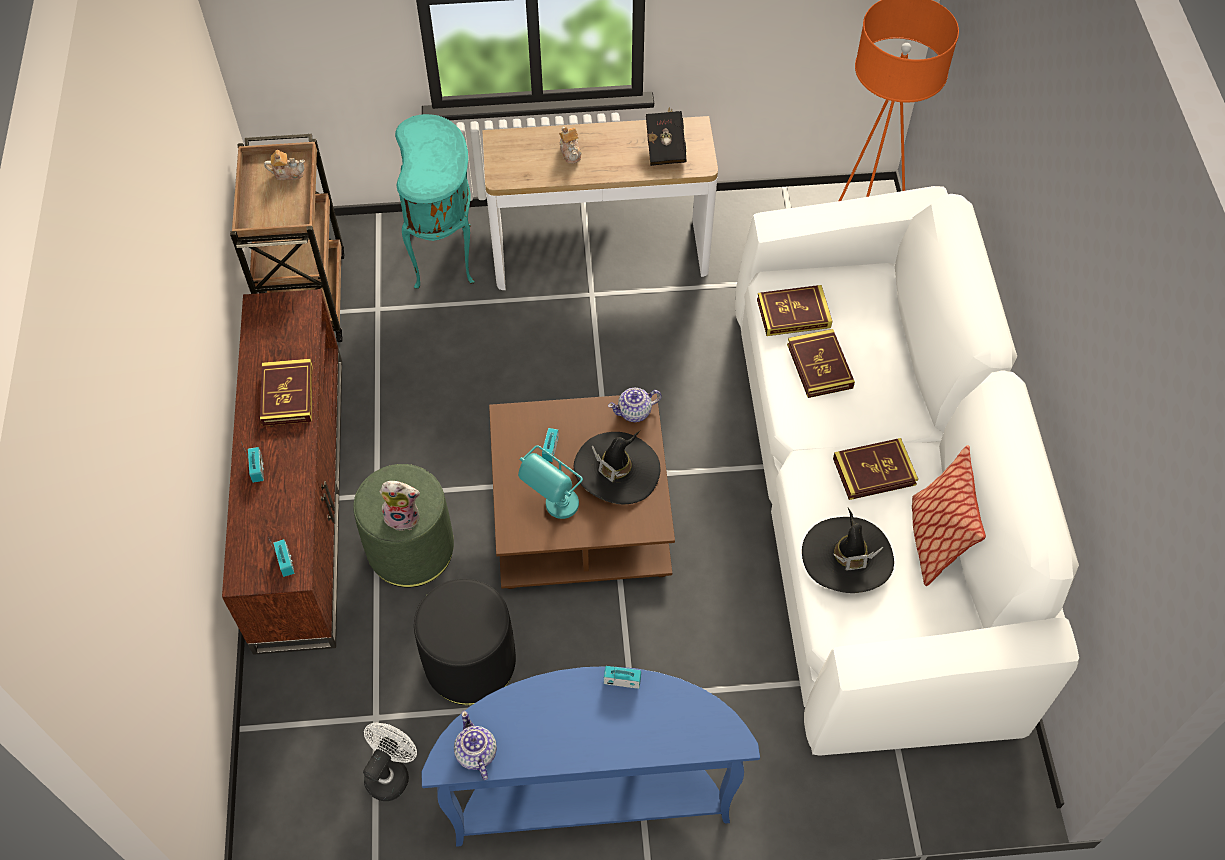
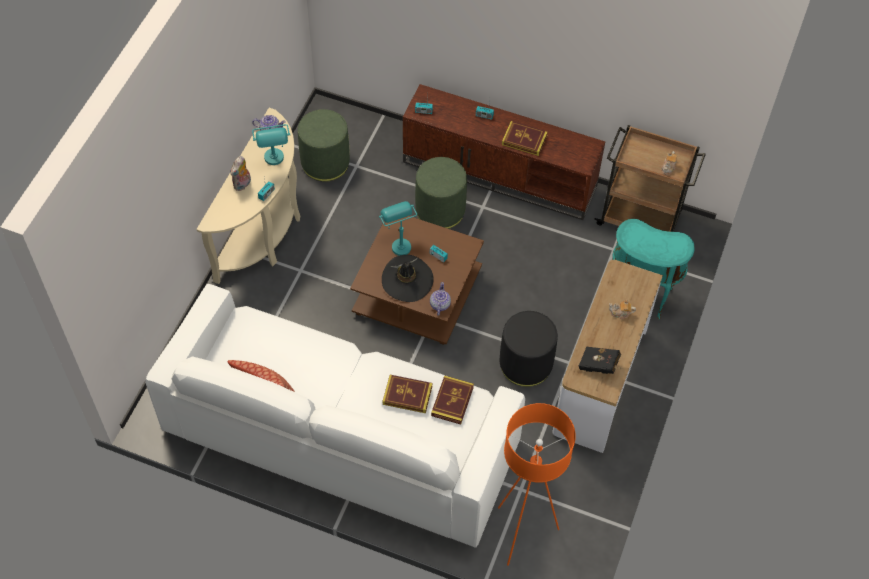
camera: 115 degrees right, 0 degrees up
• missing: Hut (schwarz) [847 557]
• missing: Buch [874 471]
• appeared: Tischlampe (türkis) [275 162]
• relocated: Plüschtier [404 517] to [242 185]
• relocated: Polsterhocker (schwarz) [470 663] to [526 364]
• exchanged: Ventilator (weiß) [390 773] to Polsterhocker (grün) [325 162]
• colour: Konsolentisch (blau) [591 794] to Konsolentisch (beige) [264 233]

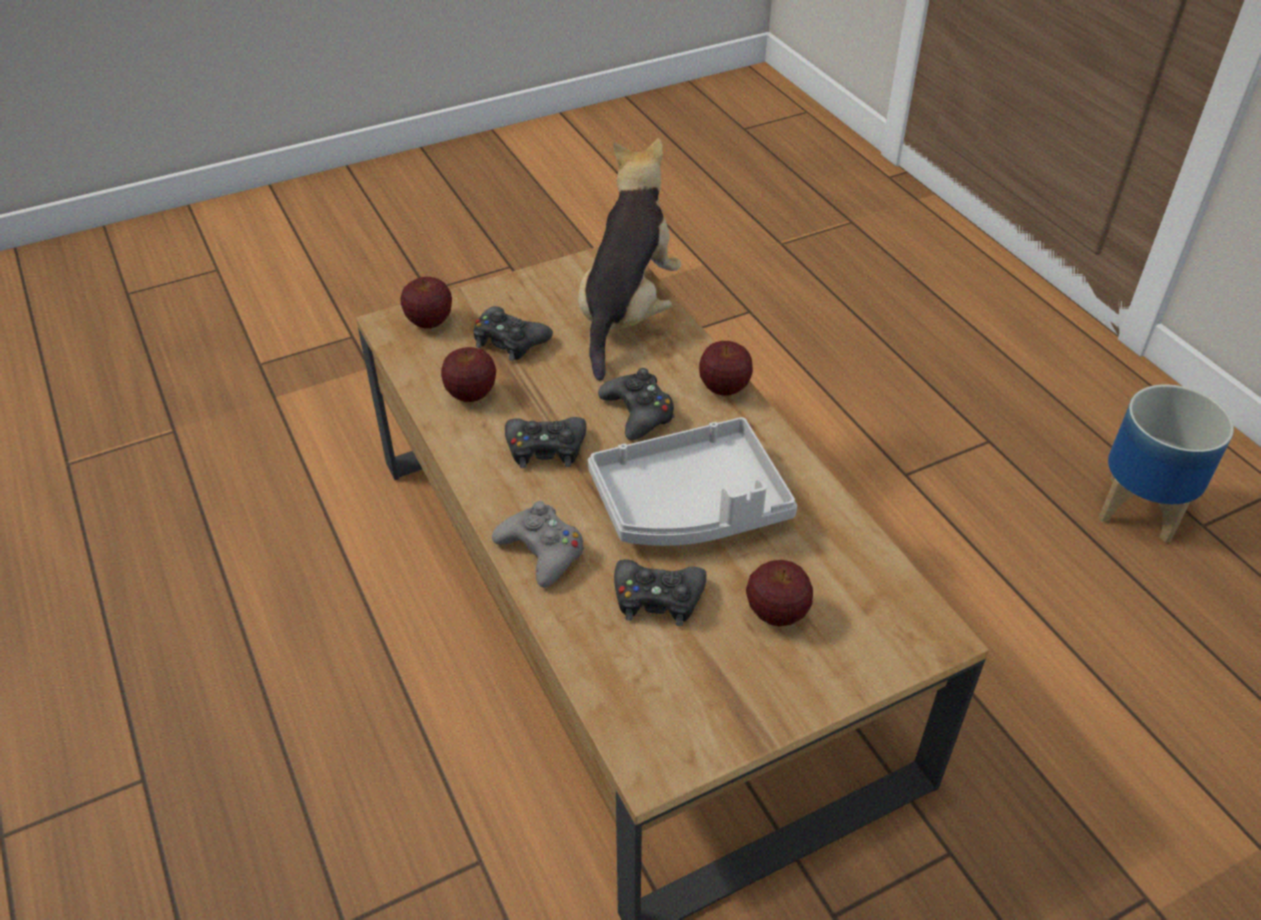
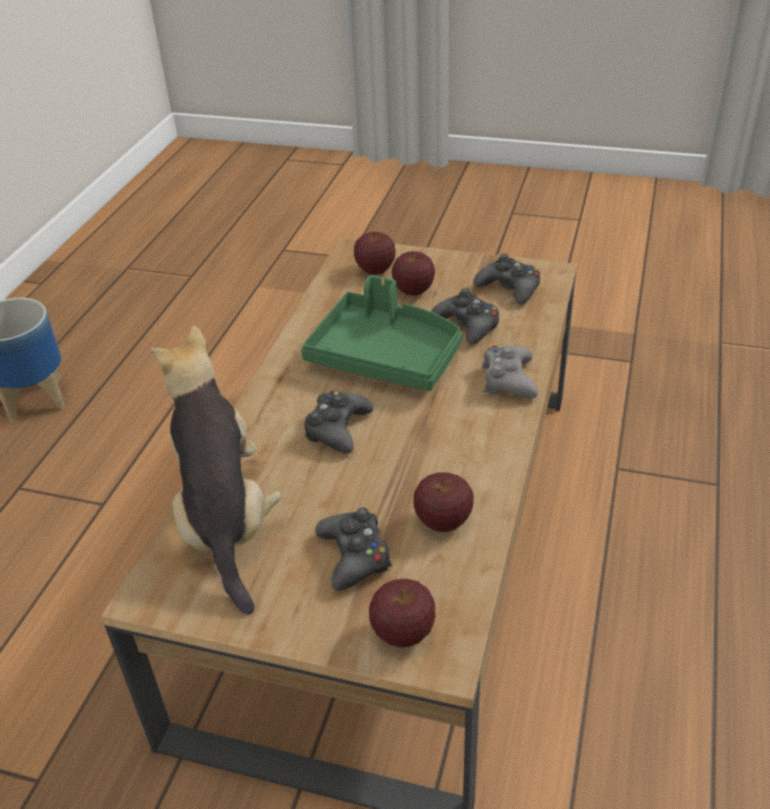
camera: 135 degrees left, 5 degrees down
• relocated: Gamepad (schwarz) [546 448] to [509 288]
• relocated: Apfel [724 387] to [375 270]
• colour: Tablett (grau) [691 505] to Tablett (grün) [386 356]
• spun: Plüschtier [627 312] = [225 520] 105 degrees clockwise

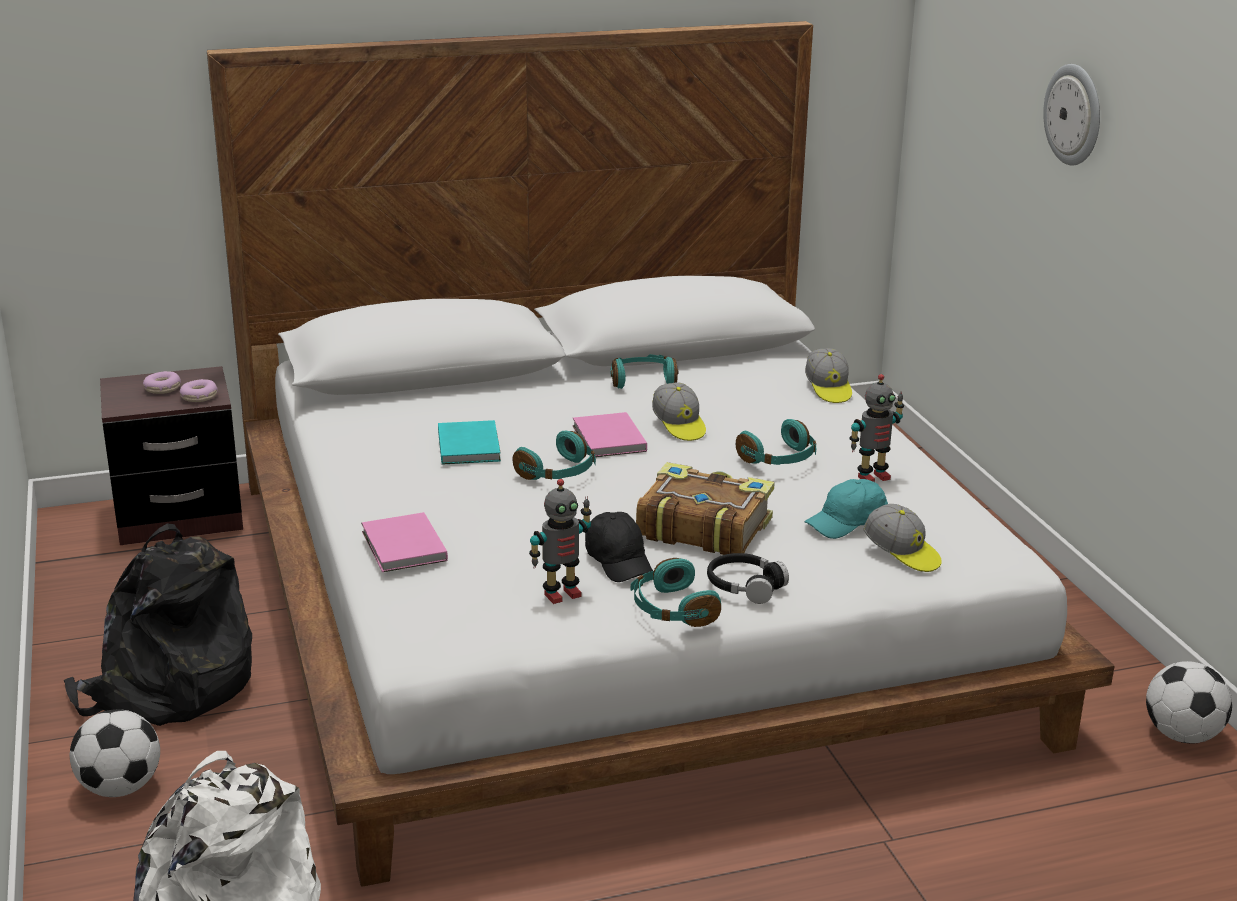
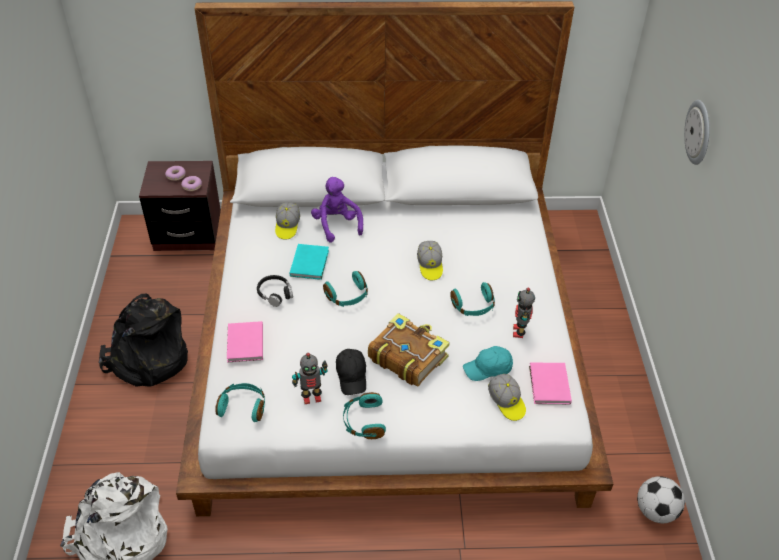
camera: 15 degrees right, 20 degrees up
• missing: Fußball [121 787]
• appeared: Plüschtier (lila) [336 225]
• relocated: Buch (rosa) [608 440] to [548 386]
• relocated: Kopfhörer (türkis) [642 380] to [243 406]
• relocated: Kopfhörer (schwarz) [745 586] to [275 293]
• relocated: Kappe [828 389] to [287 226]
• spun: Spielzeugroboter [872 477] = [519 332] 105 degrees clockwise

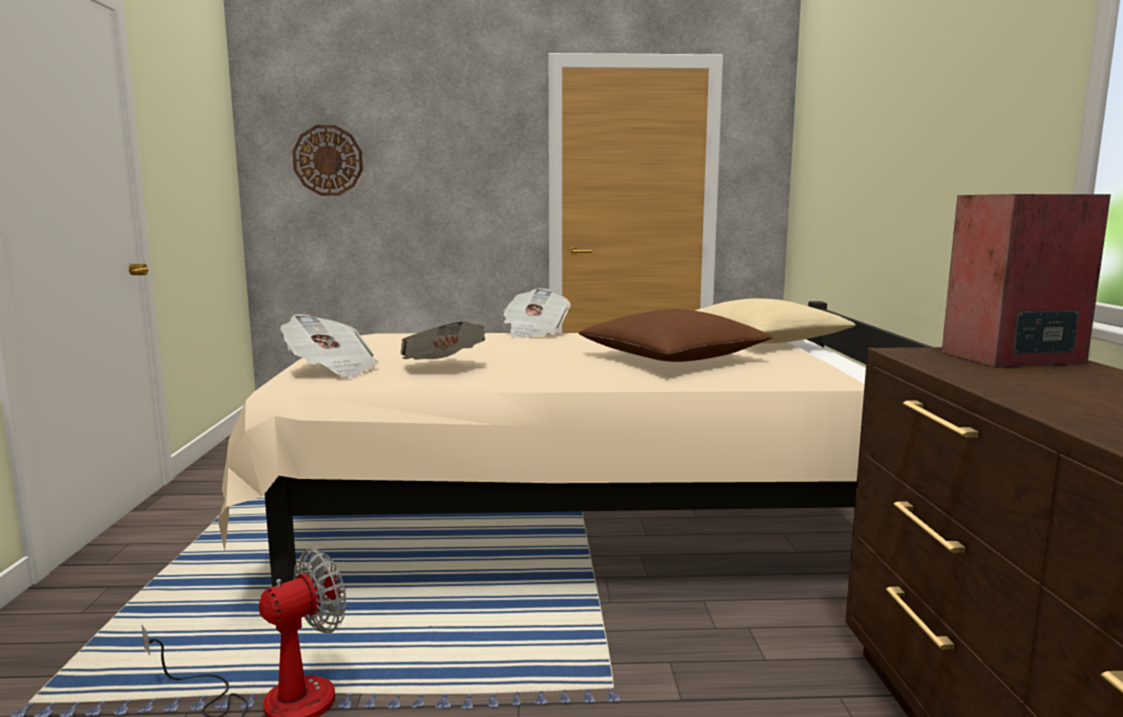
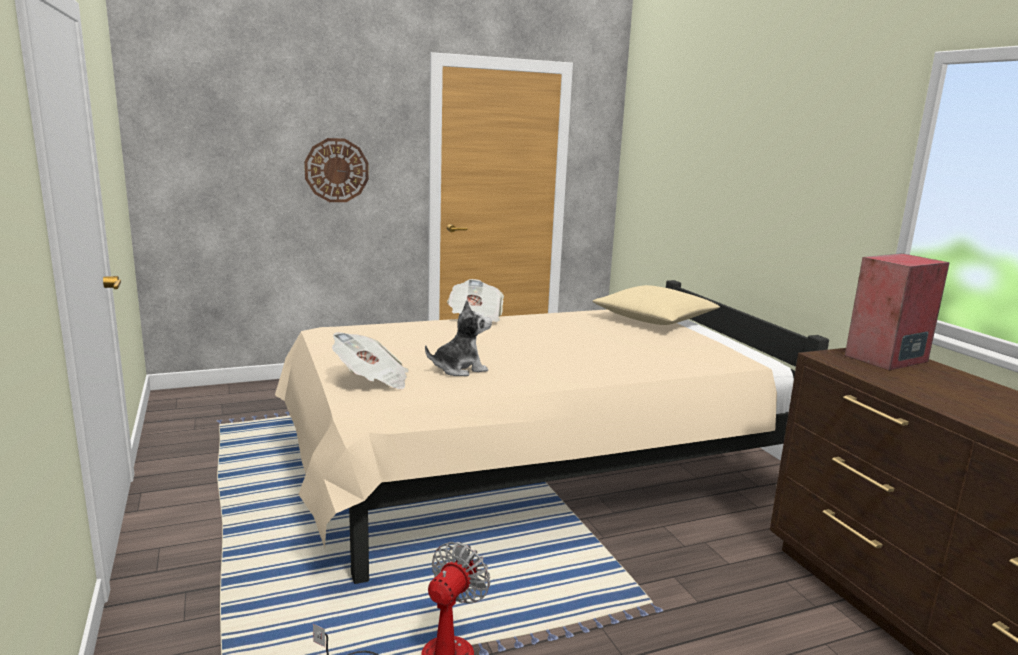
camera: 20 degrees left, 5 degrees up
• missing: Kissen (braun) [672 358]
• relocated: Wanduhr [328 160] to [336 170]
• exchanged: Zeitung [443 367] to Plüschtier [459 369]

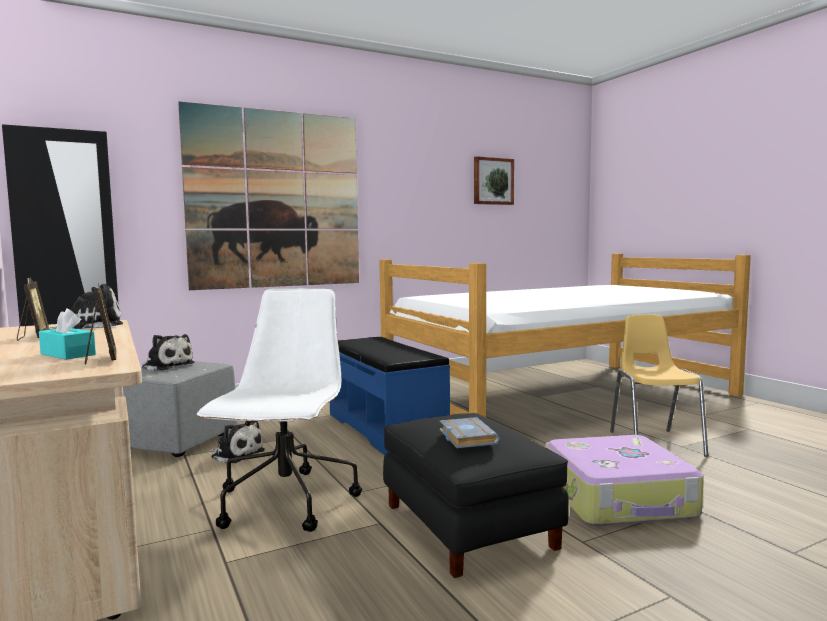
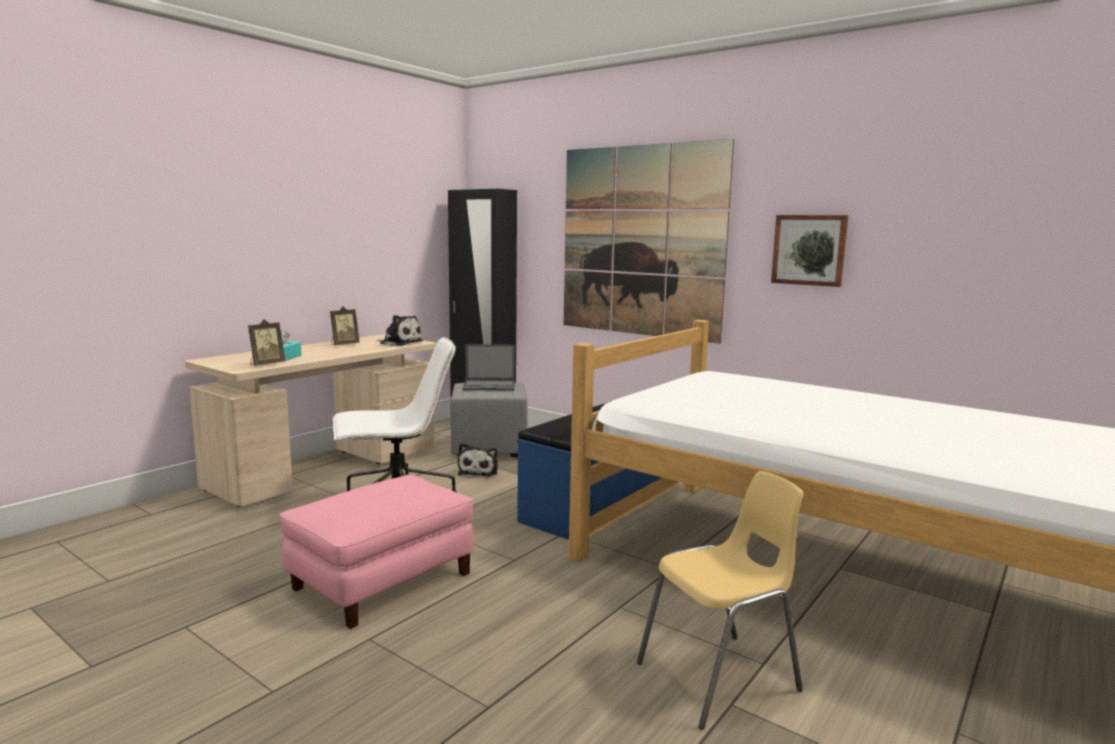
camera: 65 degrees right, 5 degrees up
• missing: Buch (grau) [465 437]
• missing: Koffer [619 498]
• relocated: Bild [493 181] to [809 250]
• exchanged: Plüschtier [166 366] to Laptop [490 386]
• colour: Polsterhocker (schwarz) [466 526] to Polsterhocker (rosa) [382 580]

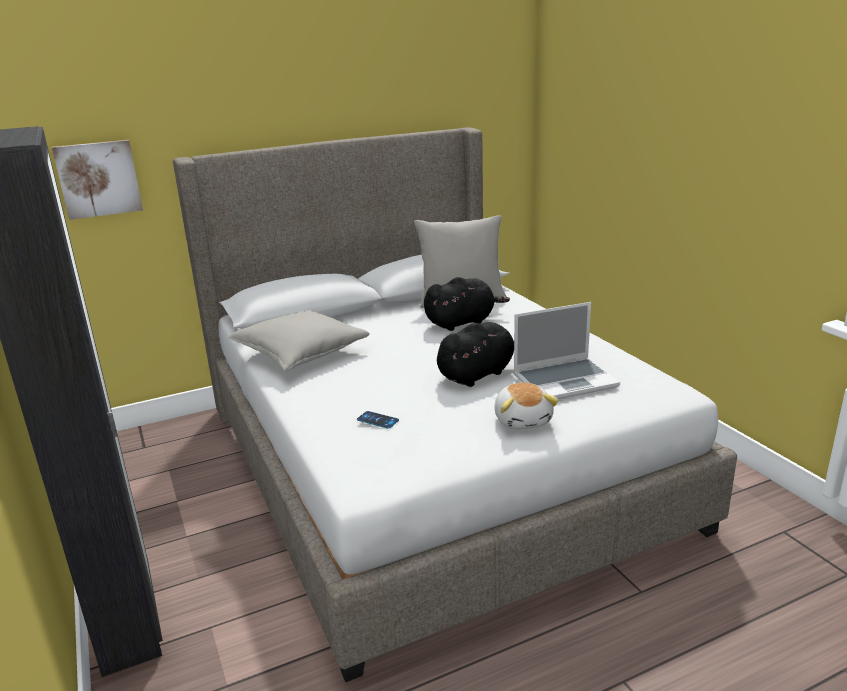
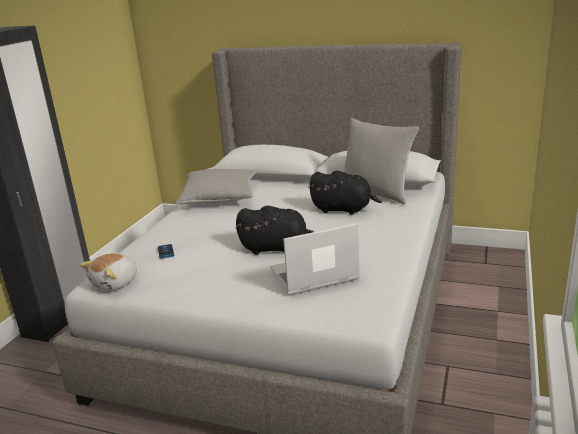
camera: 45 degrees right, 0 degrees up
• missing: Bild [98 179]
• relocated: Plüschtier [523 420] to [116 283]
• spun: Laptop [565 380] = [313 276] 135 degrees clockwise

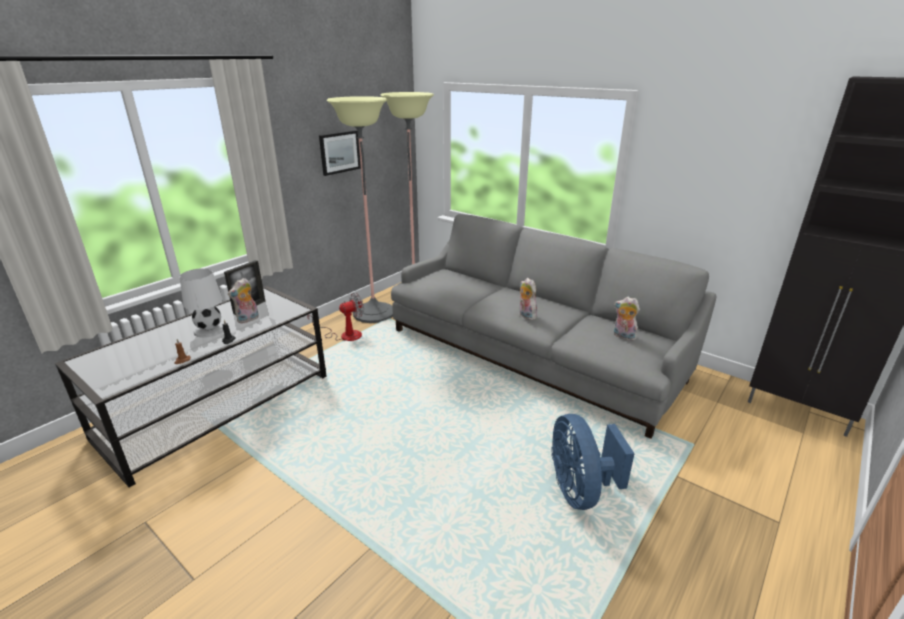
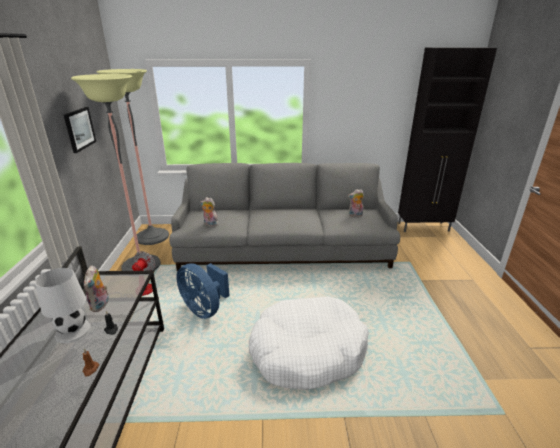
camera: 40 degrees left, 0 degrees up
• appeared: Hundebett (weiß) [307 351]
• relocated: Plüschtier [525 316] to [210 224]
• relocated: Ventilator (blau) [580 490] to [204 309]

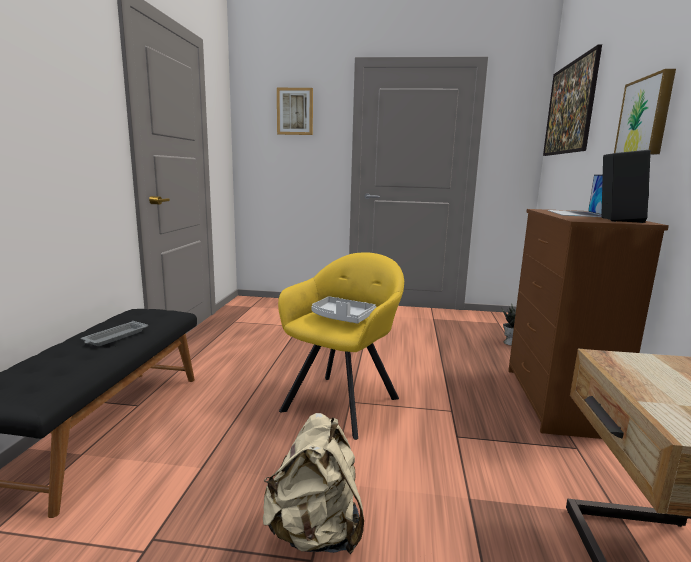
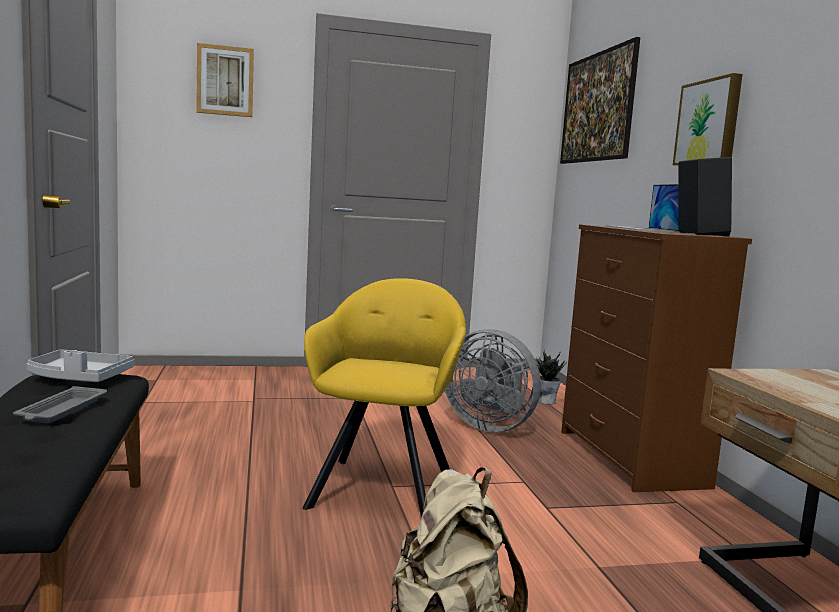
camera: 20 degrees left, 5 degrees down
• appeared: Ventilator (grau) [489 426]
• relocated: Tablett (grau) [342 318] to [79 378]

